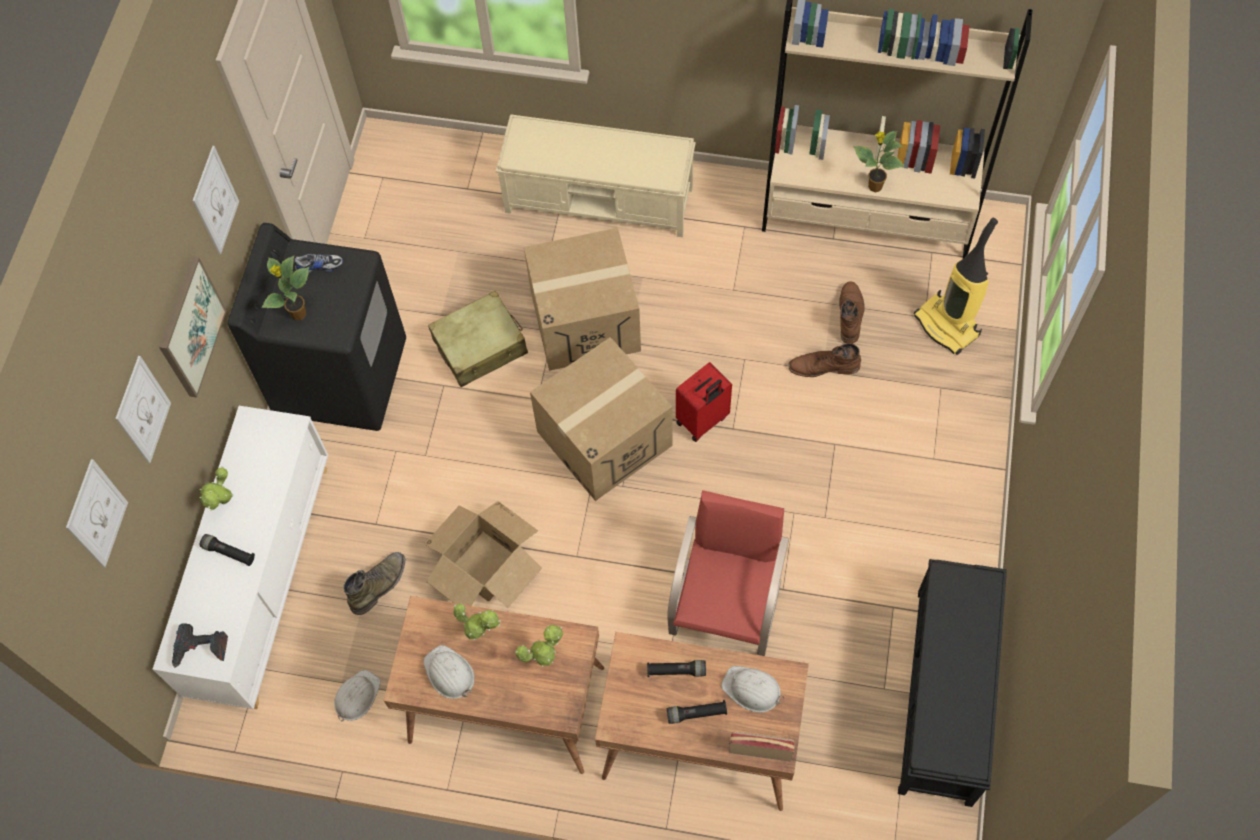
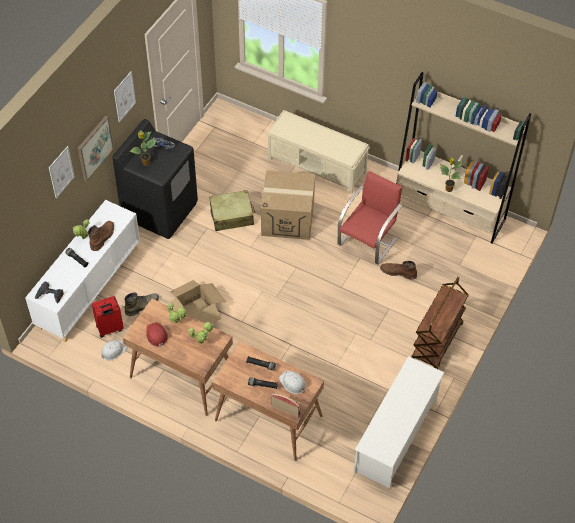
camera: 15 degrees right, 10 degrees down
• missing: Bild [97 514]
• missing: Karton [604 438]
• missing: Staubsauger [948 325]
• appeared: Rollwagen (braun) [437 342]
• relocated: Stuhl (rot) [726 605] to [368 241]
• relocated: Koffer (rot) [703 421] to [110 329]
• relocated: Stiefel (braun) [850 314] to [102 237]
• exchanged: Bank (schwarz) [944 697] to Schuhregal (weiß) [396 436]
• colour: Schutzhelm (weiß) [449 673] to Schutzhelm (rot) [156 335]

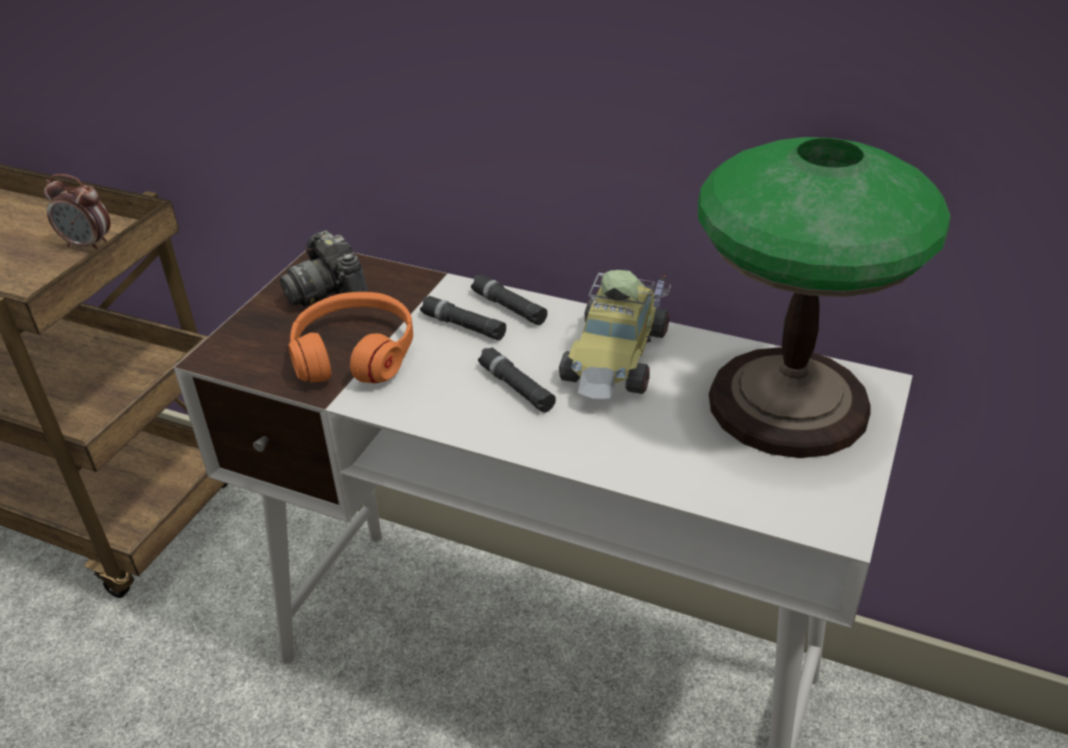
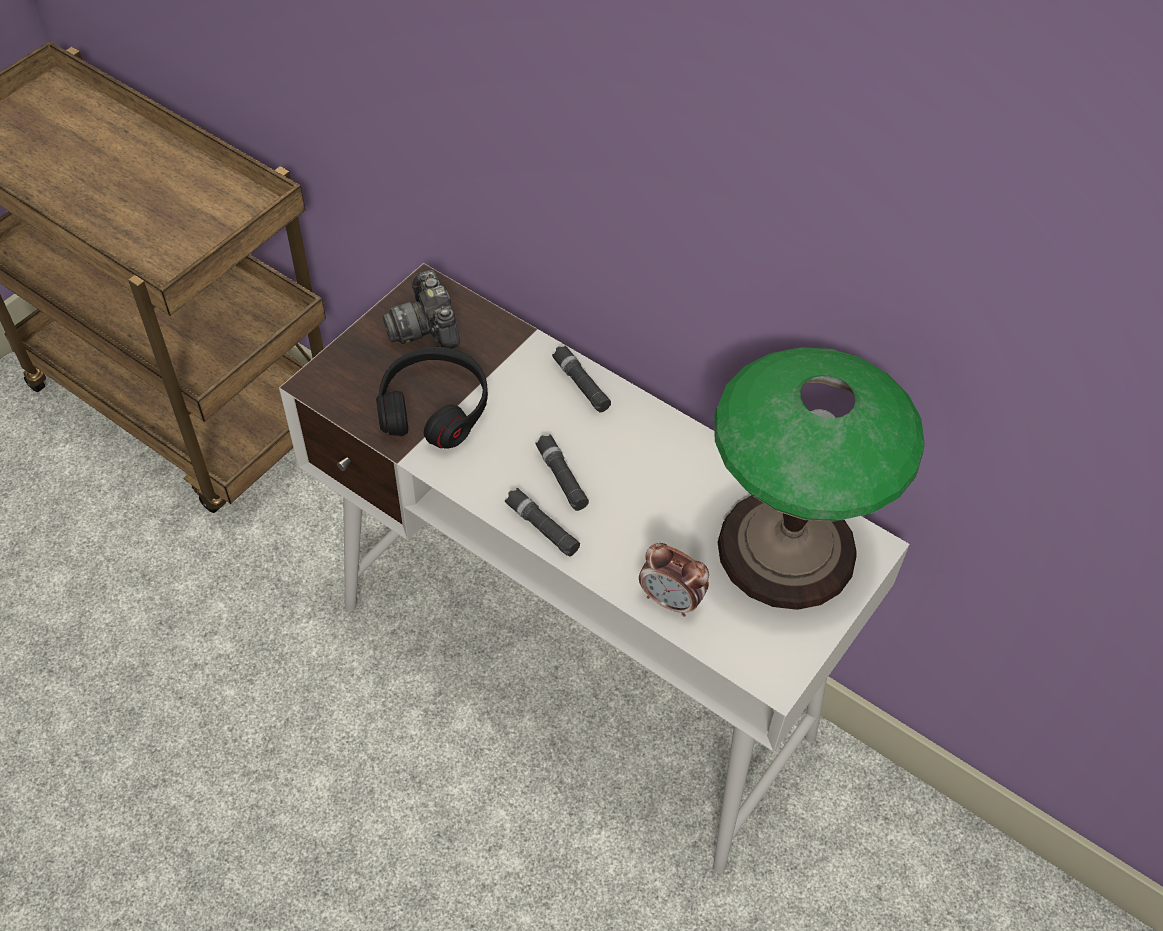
camera: 10 degrees right, 15 degrees up
• missing: Spielzeugauto [617 358]
• relocated: Wecker [89 245] to [671 601]
• relocated: Taschenlampe (schwarz) [463 325] to [542 527]
• colour: Kopfhörer (orange) [355 353] to Kopfhörer (schwarz) [434 407]

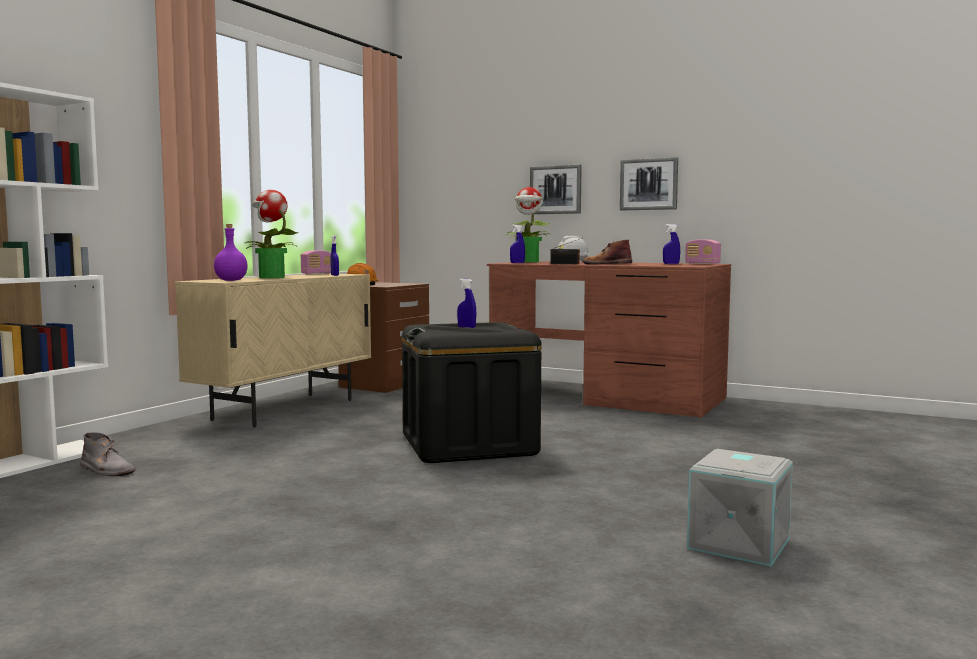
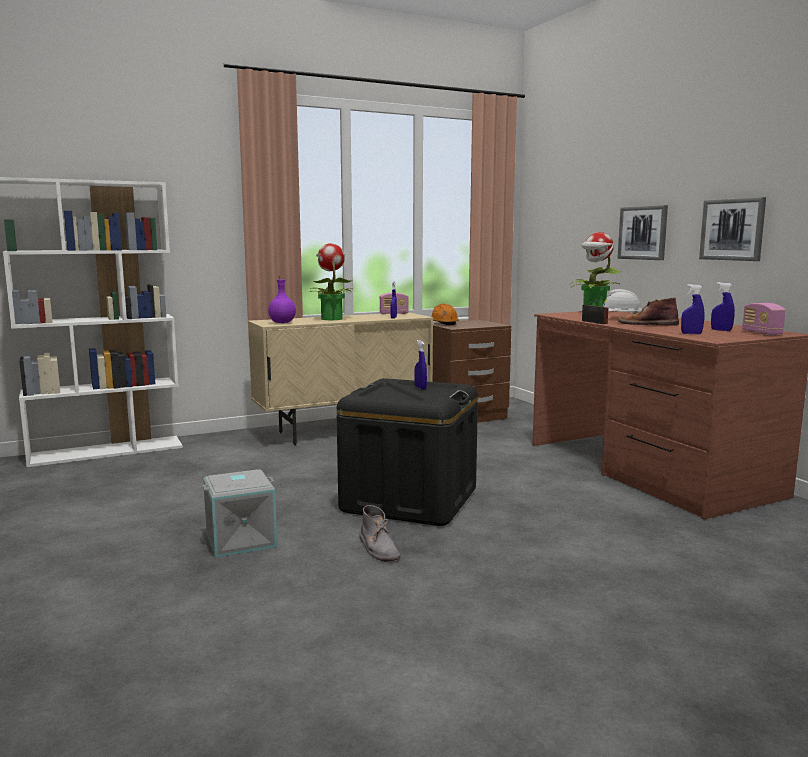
camera: 35 degrees right, 5 degrees up
• relocated: Stiefel (grau) [107 470] to [378 548]
• relocated: Sprühflasche (blau) [517 263] to [691 334]
• relocated: Aufbewahrungsbox (grau) [737 543] to [241 539]

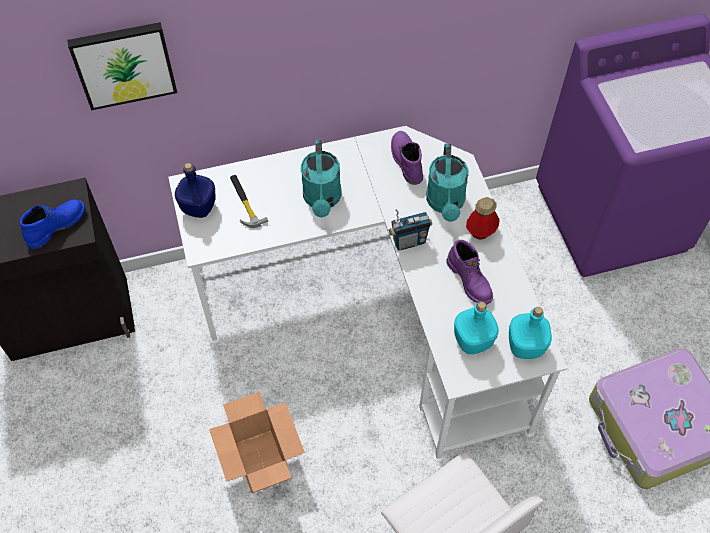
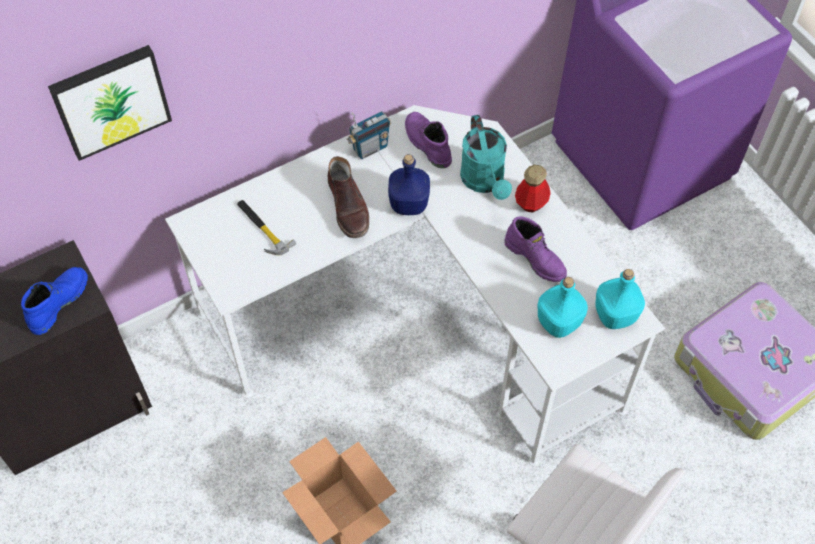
camera: 15 degrees left, 0 degrees up
• relocated: Flasche (blau) [199 207] to [408 203]
• relocated: Radio [409 241] to [370 148]
• exchanged: Gießkanne (türkis) [322 200] to Stiefel (braun) [349 207]

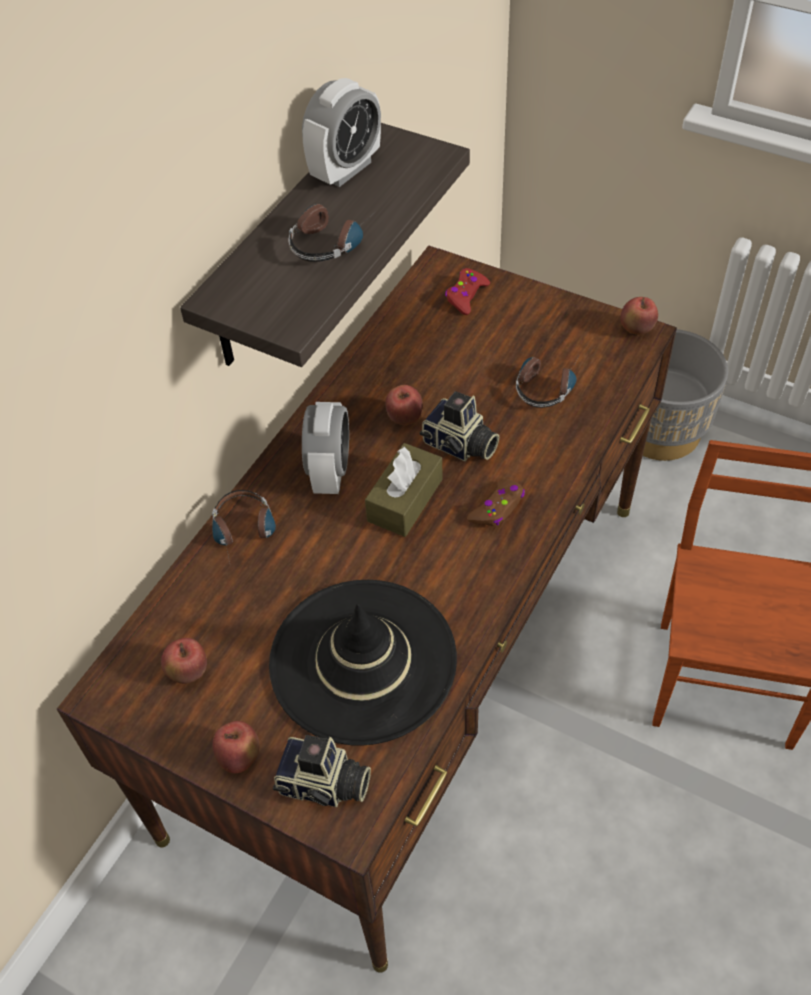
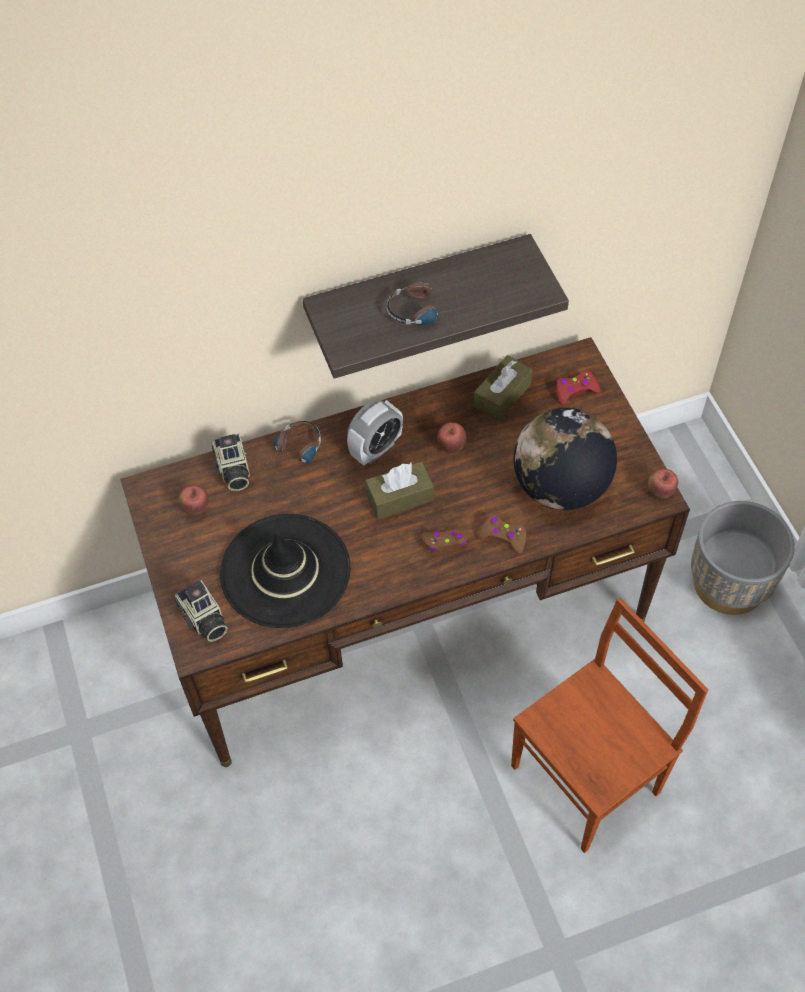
camera: 40 degrees right, 5 degrees up
• missing: Apfel [240 757]
• missing: Wecker [346 170]
• appeared: Taschentuchbox (braun) [502 395]
• appeared: Gamepad (braun) [503 536]
• relocated: Kamera [460 446] to [233 471]
• exchanged: Kopfhörer [546 384] to Globus [560 486]

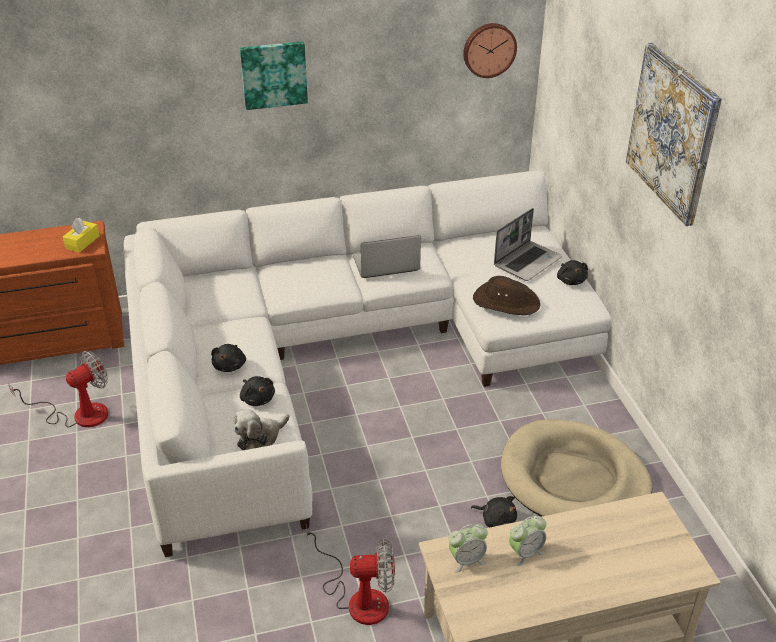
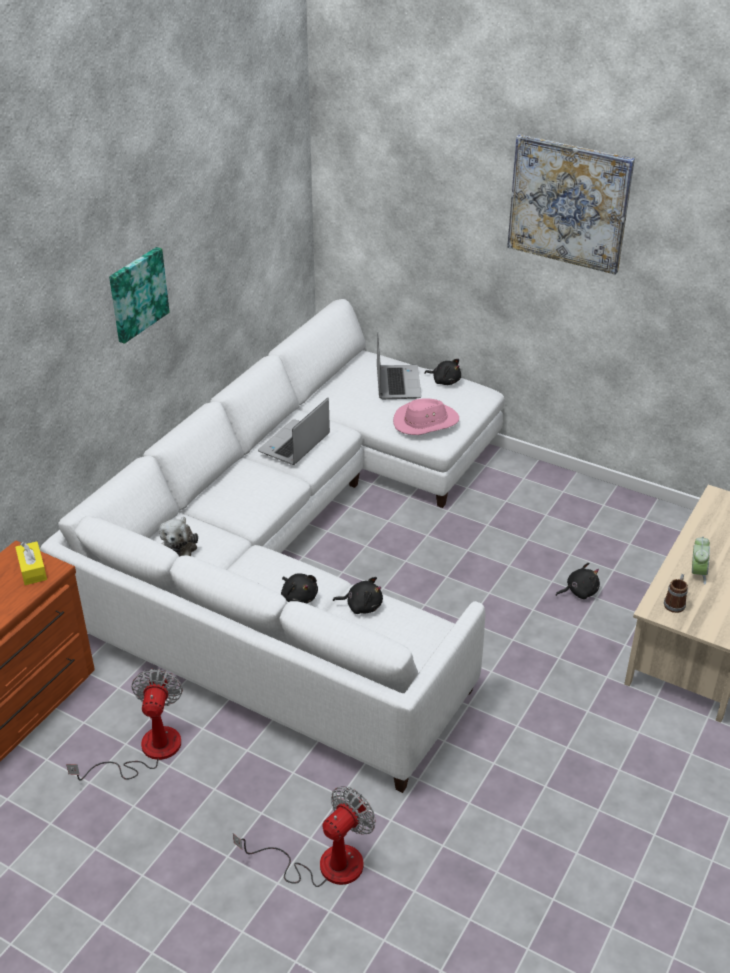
camera: 45 degrees left, 0 degrees up
• missing: Wanduhr [489 49]
• missing: Hundebett (beige) [573 480]
• relocated: Plüschtier [260 438] to [179 546]
• relocated: Ventilator [358 597] to [324 864]
• exchanged: Wecker [466 560] to Henkelbecher [675 602]
• colour: Hut (braun) [505 301] to Hut (rosa) [425 422]

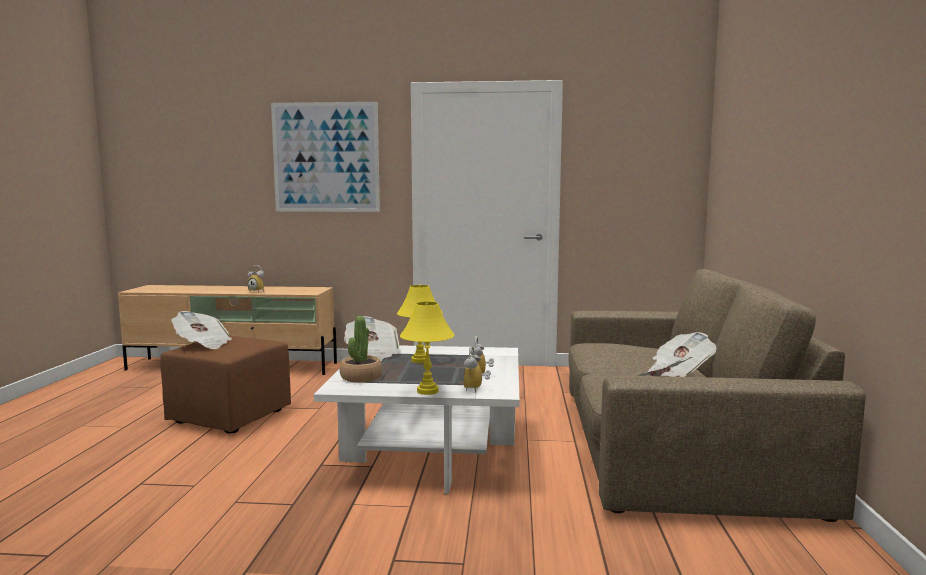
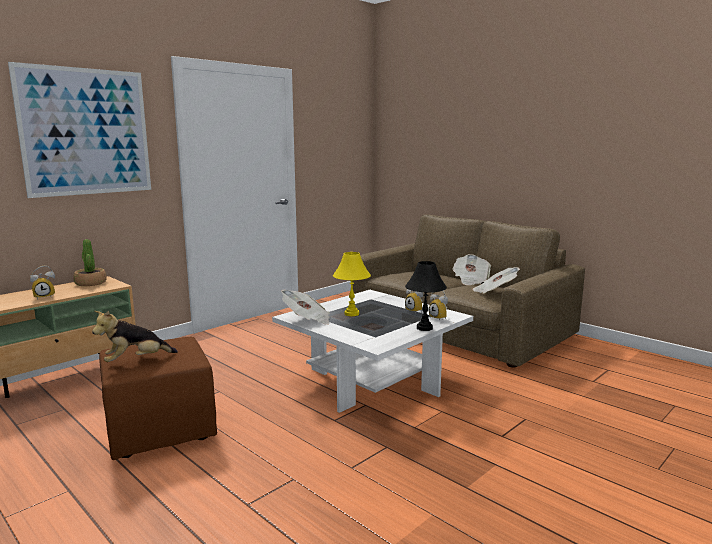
camera: 50 degrees left, 5 degrees up
• relocated: Topfpflanze [361 377] to [90 283]
• exchanged: Zeitung [203 344] to Plüschtier [136 361]
• colour: Tischlampe (gelb) [427 391] to Tischlampe (schwarz) [424 328]

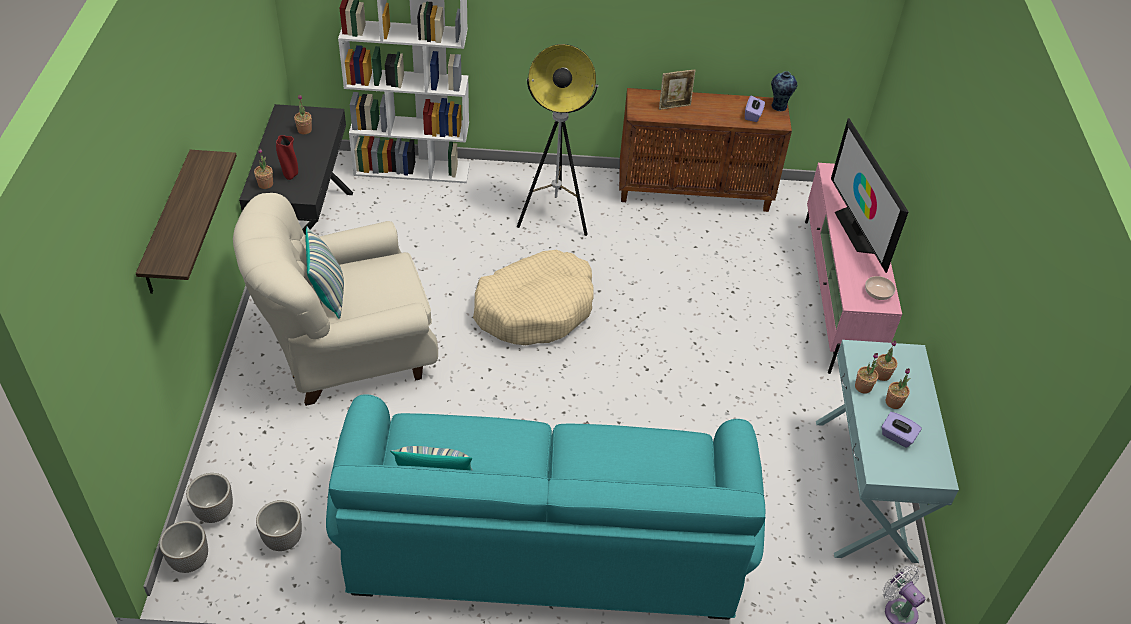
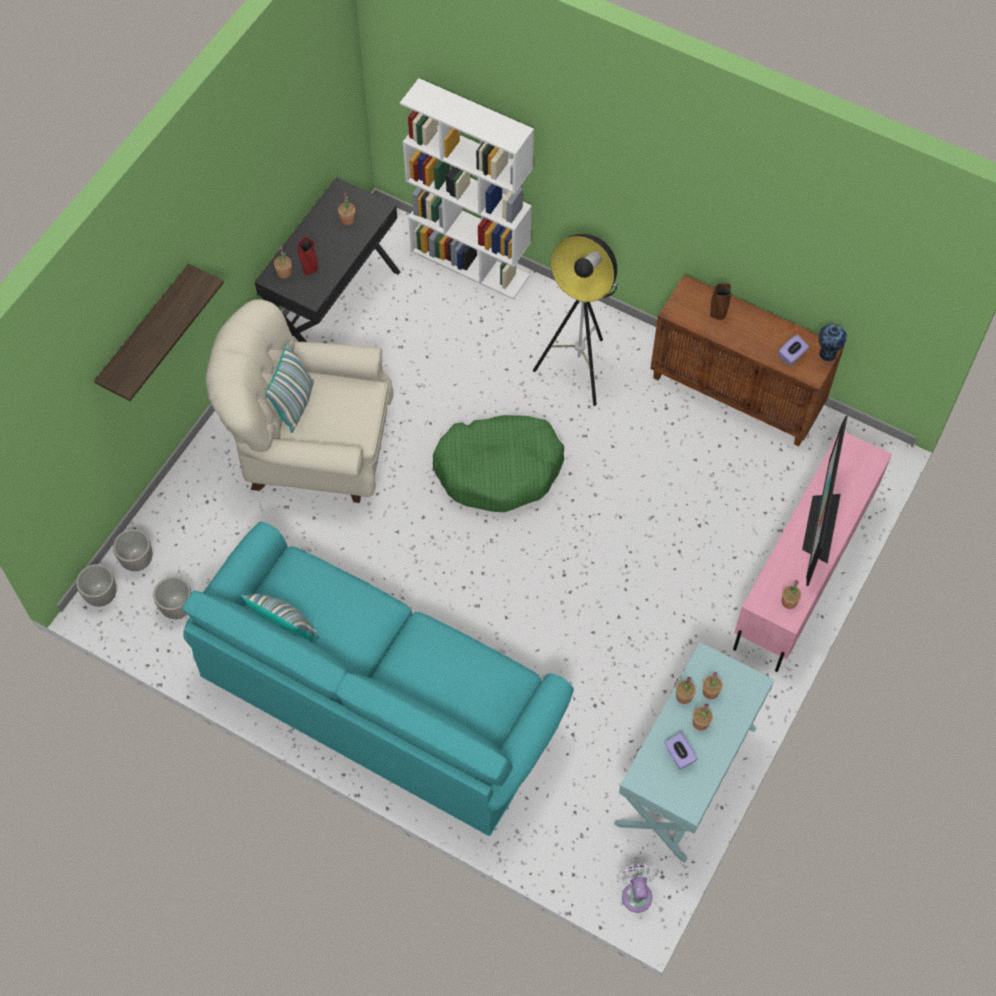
camera: 30 degrees right, 15 degrees up
• exchanged: Bilderrahmen [674 106] to Vase (braun) [717 315]
• exchanged: Schüssel [877 292] to Topfpflanze [789 602]
• colour: Hundebett (beige) [535 308] to Hundebett (grün) [499 469]

